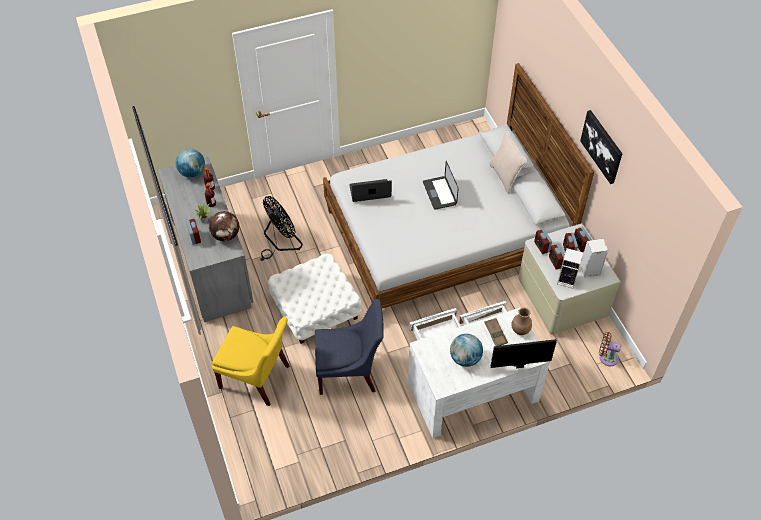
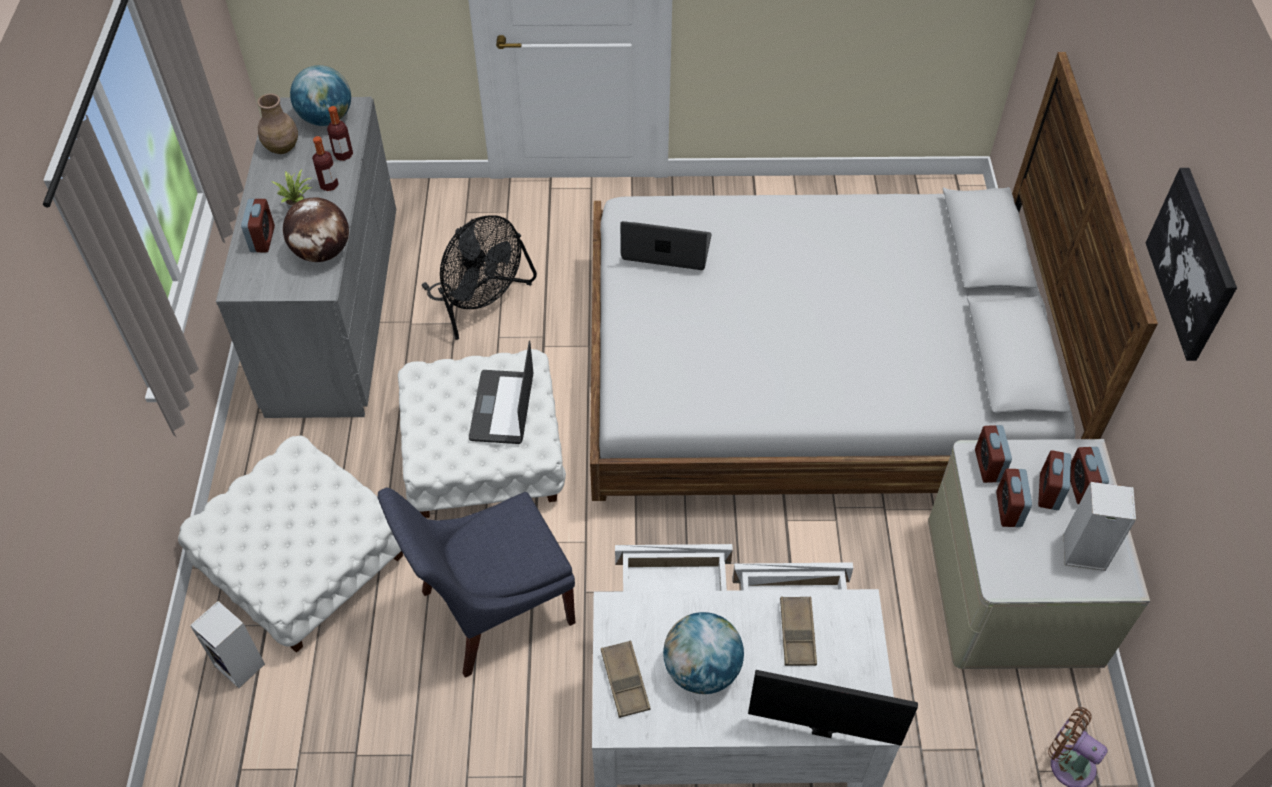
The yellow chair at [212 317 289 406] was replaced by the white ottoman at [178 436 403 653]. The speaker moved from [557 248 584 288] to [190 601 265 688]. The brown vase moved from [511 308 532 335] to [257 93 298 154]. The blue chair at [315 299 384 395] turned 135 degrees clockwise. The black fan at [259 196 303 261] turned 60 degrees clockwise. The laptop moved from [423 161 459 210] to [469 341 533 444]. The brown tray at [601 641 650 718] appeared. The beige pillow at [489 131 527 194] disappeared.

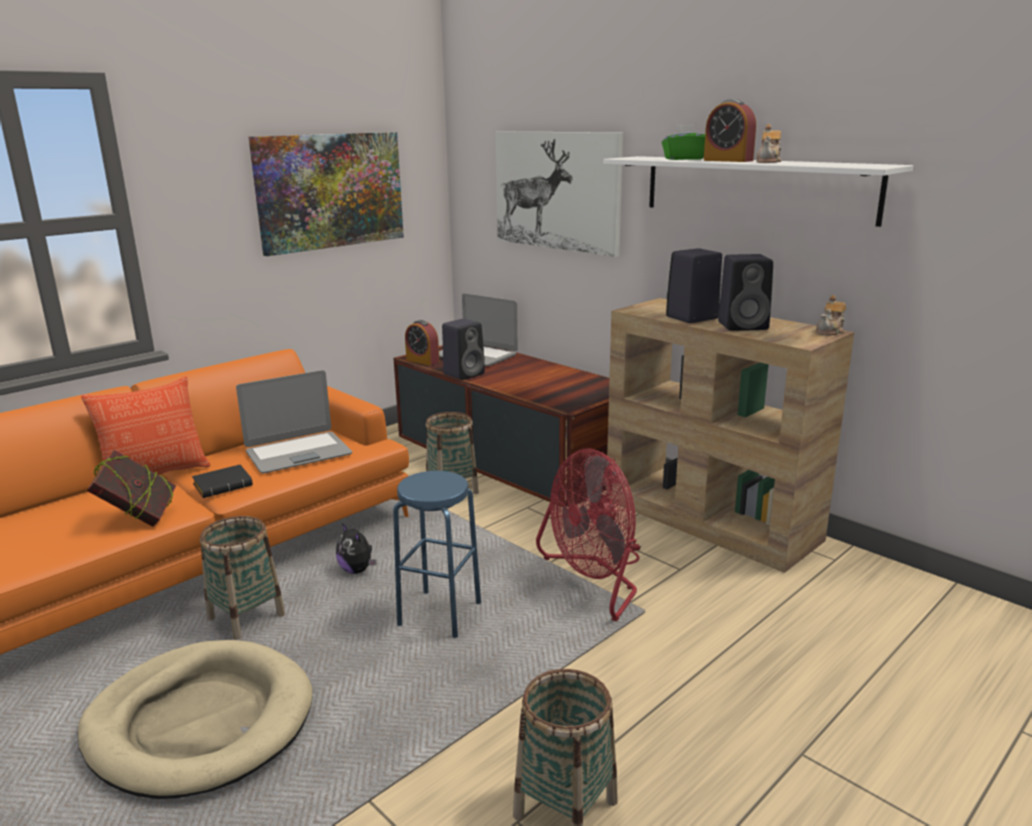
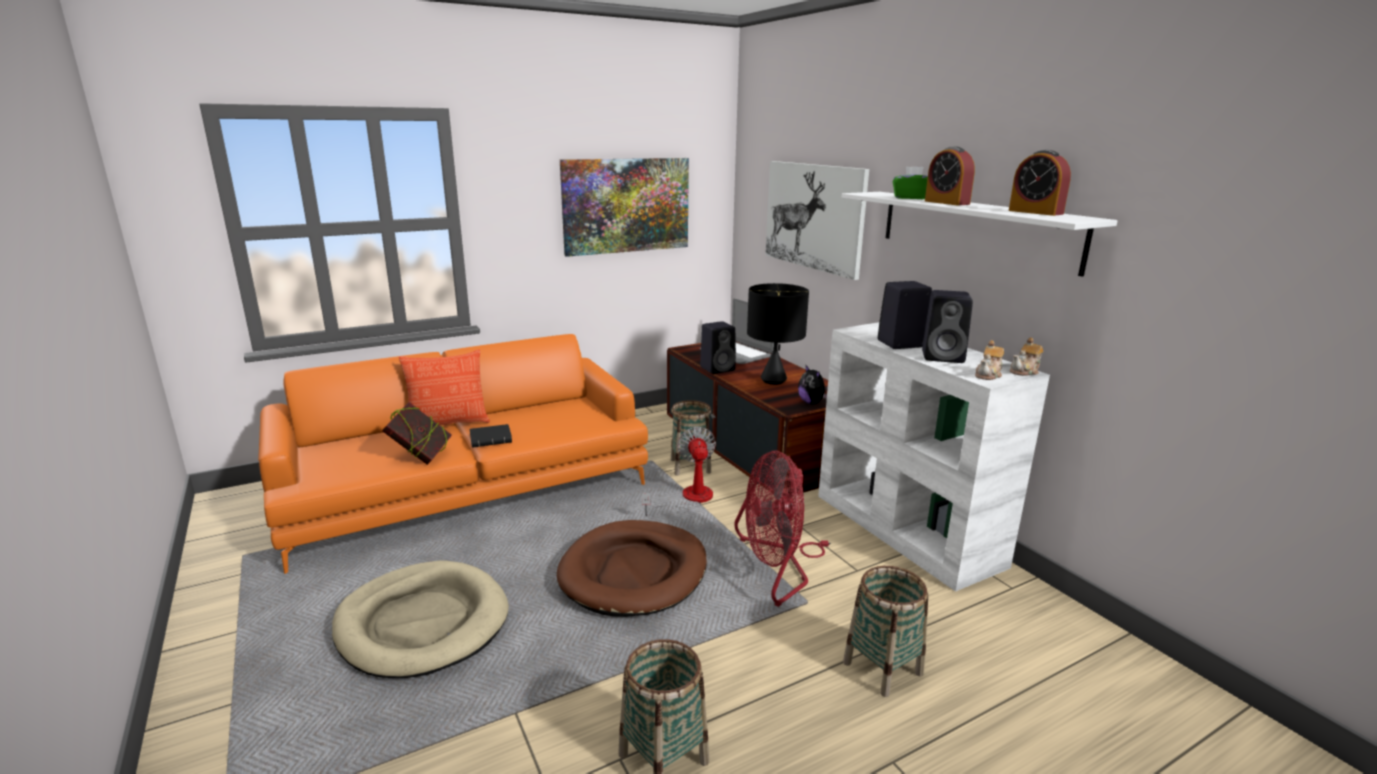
The blue stool at [393 471 481 638] was replaced by the brown dog bed at [557 520 707 617]. The fan at [642 427 716 516] appeared. The black table lamp at [747 283 809 385] appeared. The plush toy moved from [336 523 376 574] to [798 365 827 404]. The brown bookcase at [606 298 854 573] became the white bookcase at [818 322 1050 592]. The basket moved from [200 516 285 640] to [843 566 928 697]. The teapot moved from [757 124 781 163] to [975 340 1004 380]. The alarm clock moved from [405 320 439 366] to [1009 150 1071 216]. The laptop at [236 370 352 473] disappeared.

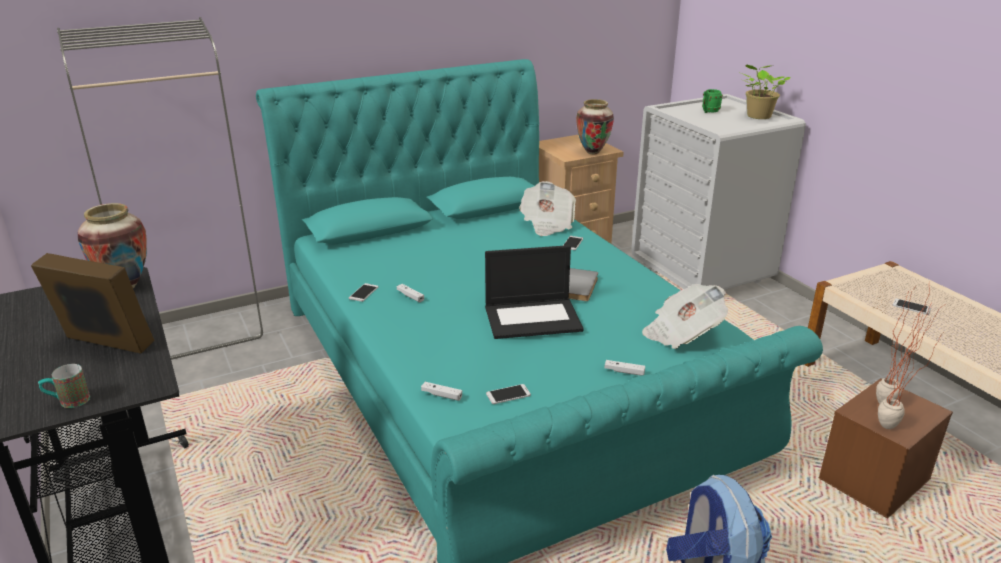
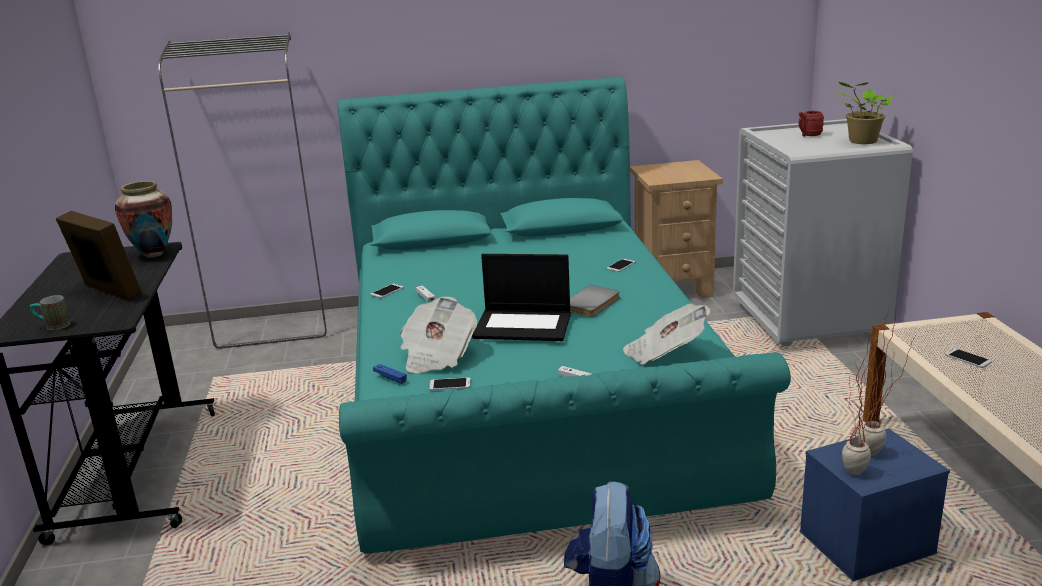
The white game controller at [421 382 462 401] became the blue game controller at [373 364 407 384]. The newspaper moved from [519 181 576 236] to [400 296 477 373]. The green mug at [702 89 723 113] became the red mug at [799 111 824 137]. The brown storage box at [818 378 953 519] became the blue storage box at [800 428 950 581]. The vase at [576 99 614 154] disappeared.

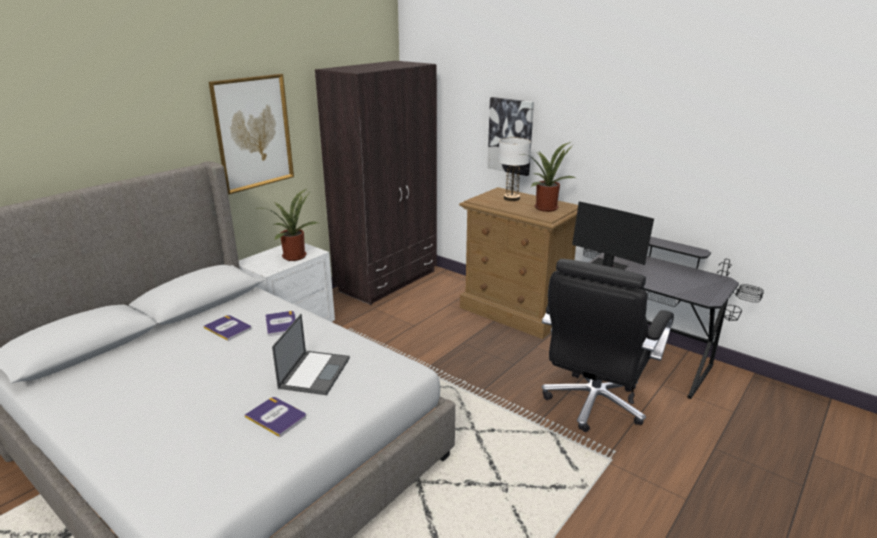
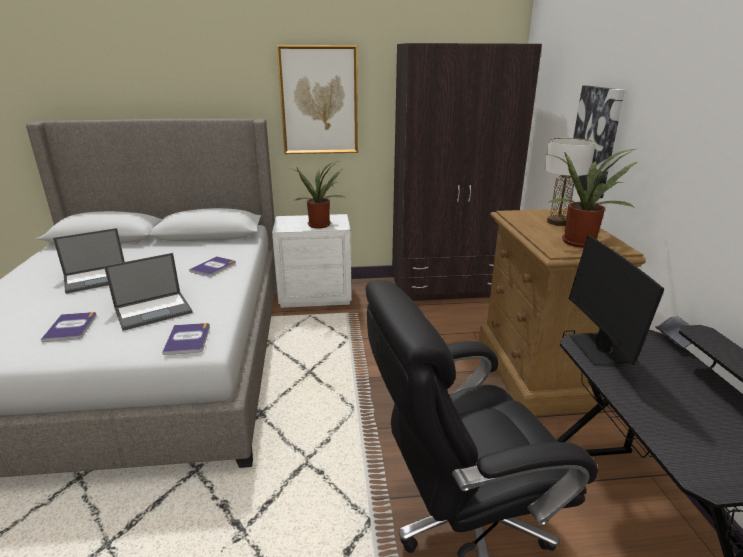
The laptop at [53 228 125 294] appeared. The book moved from [203 315 251 341] to [162 323 210 355].

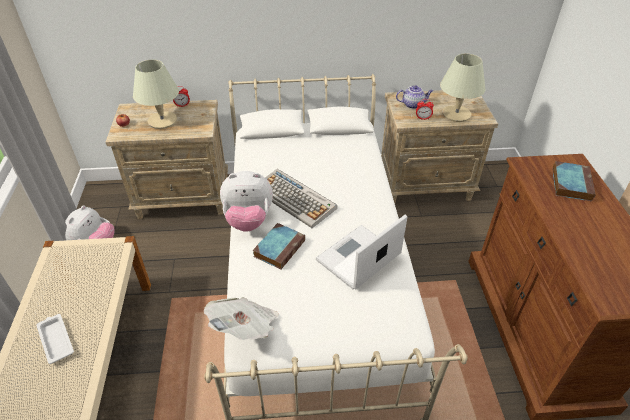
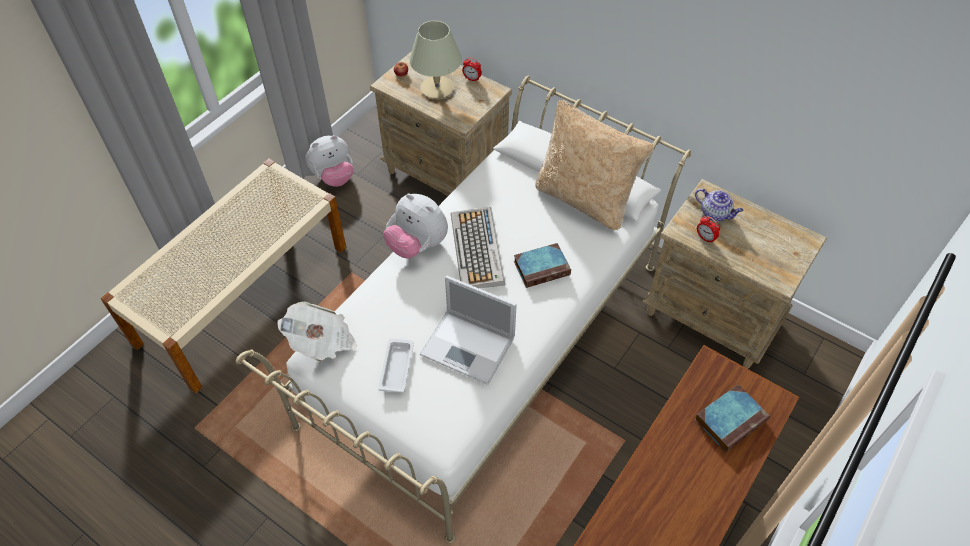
The white tray moved from [36 314 74 364] to [378 338 414 393]. The laptop at [316 215 407 289] turned 150 degrees counterclockwise. The book moved from [253 223 305 269] to [514 243 571 288]. The beige pillow at [535 99 654 231] appeared. The beige table lamp at [440 54 485 122] disappeared.

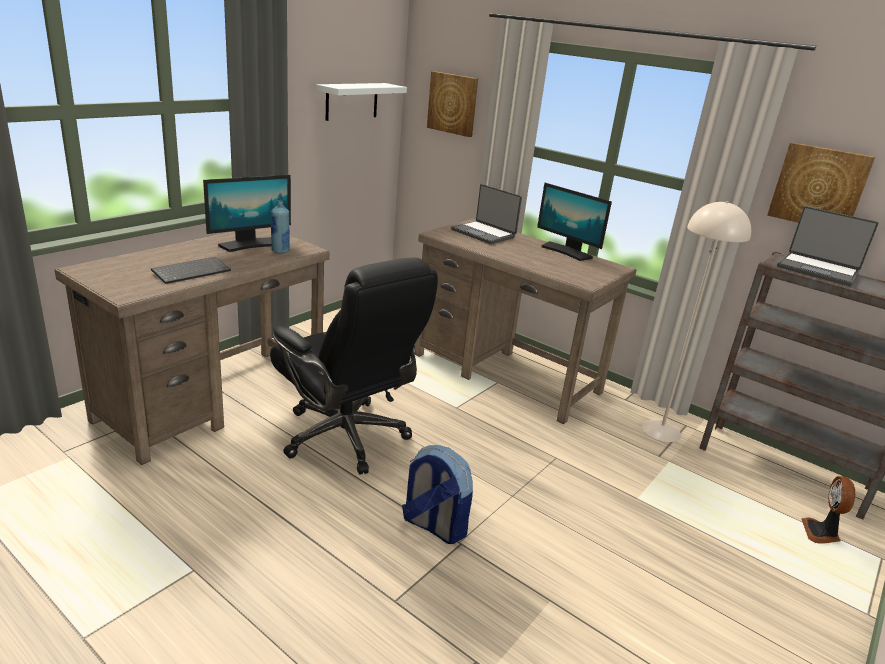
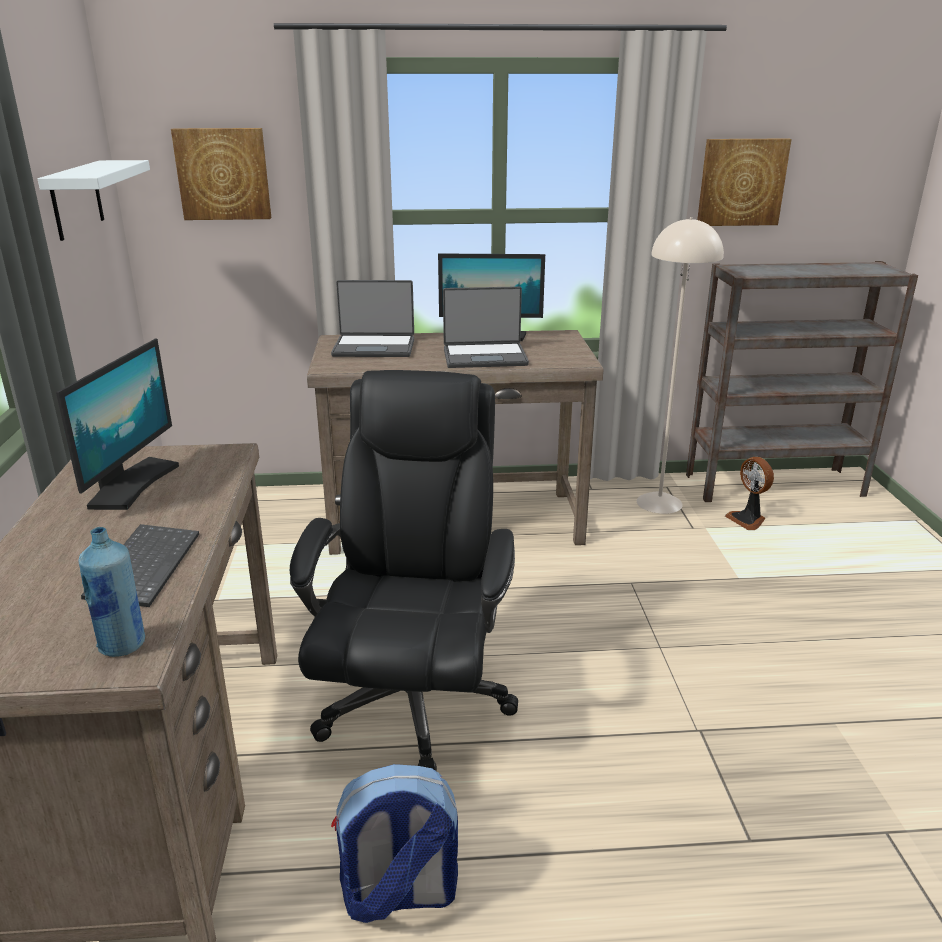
The blue bottle moved from [271 200 289 253] to [79 527 145 657]. The black office chair at [270 257 438 475] turned 90 degrees counterclockwise. The backpack moved from [402 445 473 544] to [331 764 458 923]. The laptop moved from [777 206 878 286] to [443 286 529 368]. The fan moved from [801 476 855 544] to [725 457 774 530].

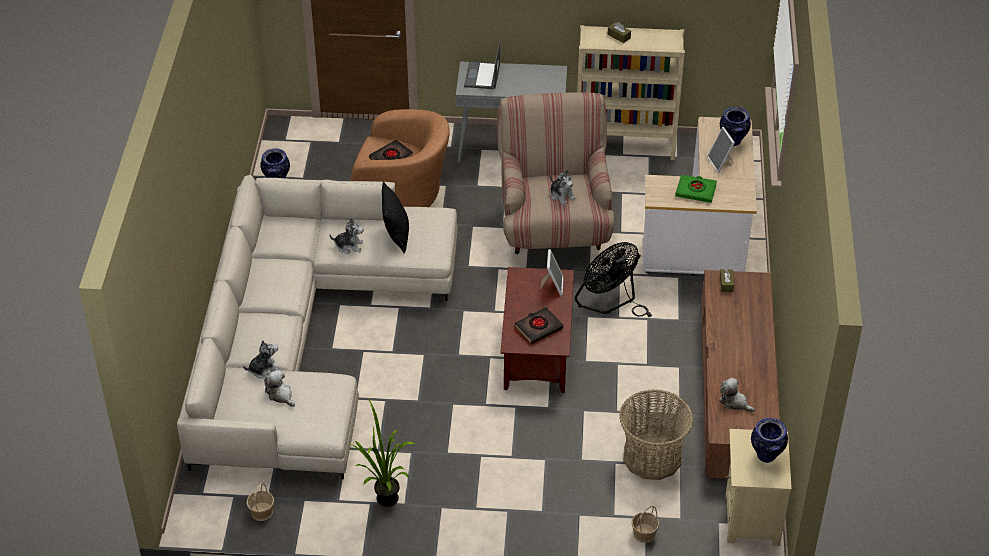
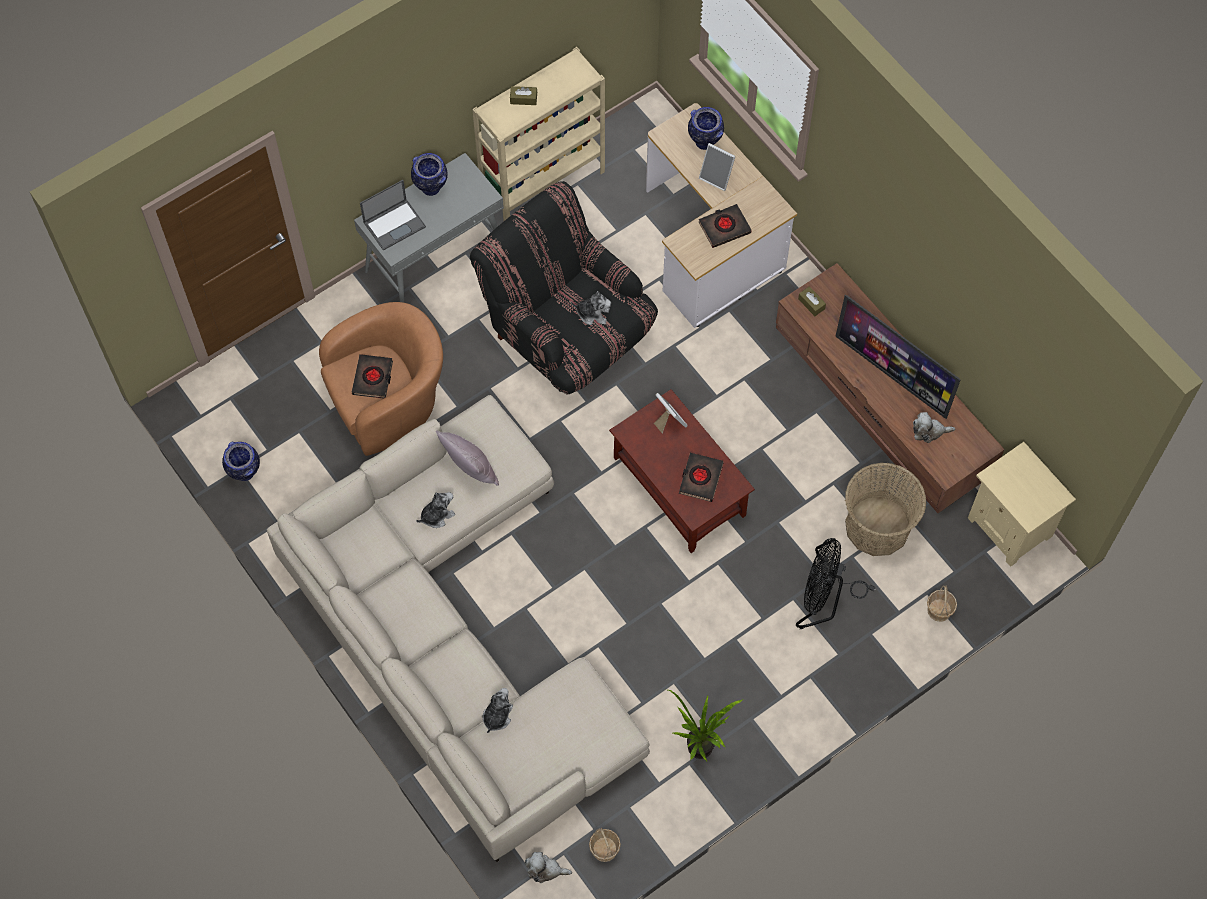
The laptop at [464 41 500 89] turned 90 degrees counterclockwise. The vase moved from [751 418 788 463] to [411 153 448 196]. The black pillow at [382 181 409 253] became the purple pillow at [436 431 499 486]. The beige armchair at [497 93 615 254] became the black armchair at [470 181 658 395]. The plush toy moved from [264 370 295 407] to [525 852 572 883]. The green book at [675 175 717 203] became the black book at [699 204 752 248]. The black fan moved from [575 242 652 317] to [796 538 876 629]. The television at [835 295 960 419] appeared.

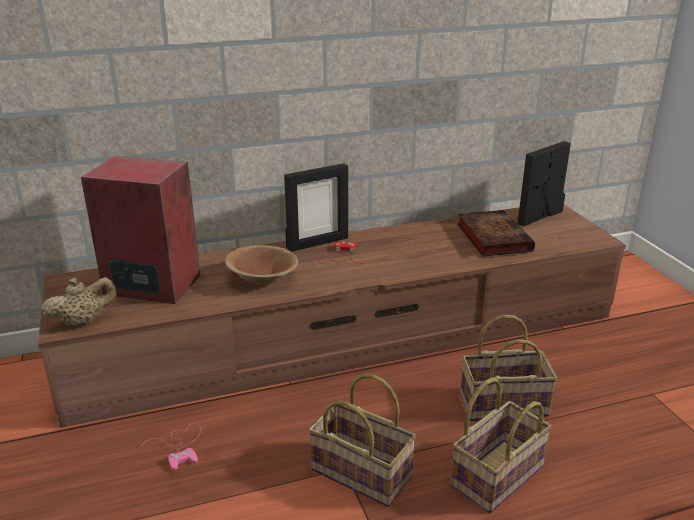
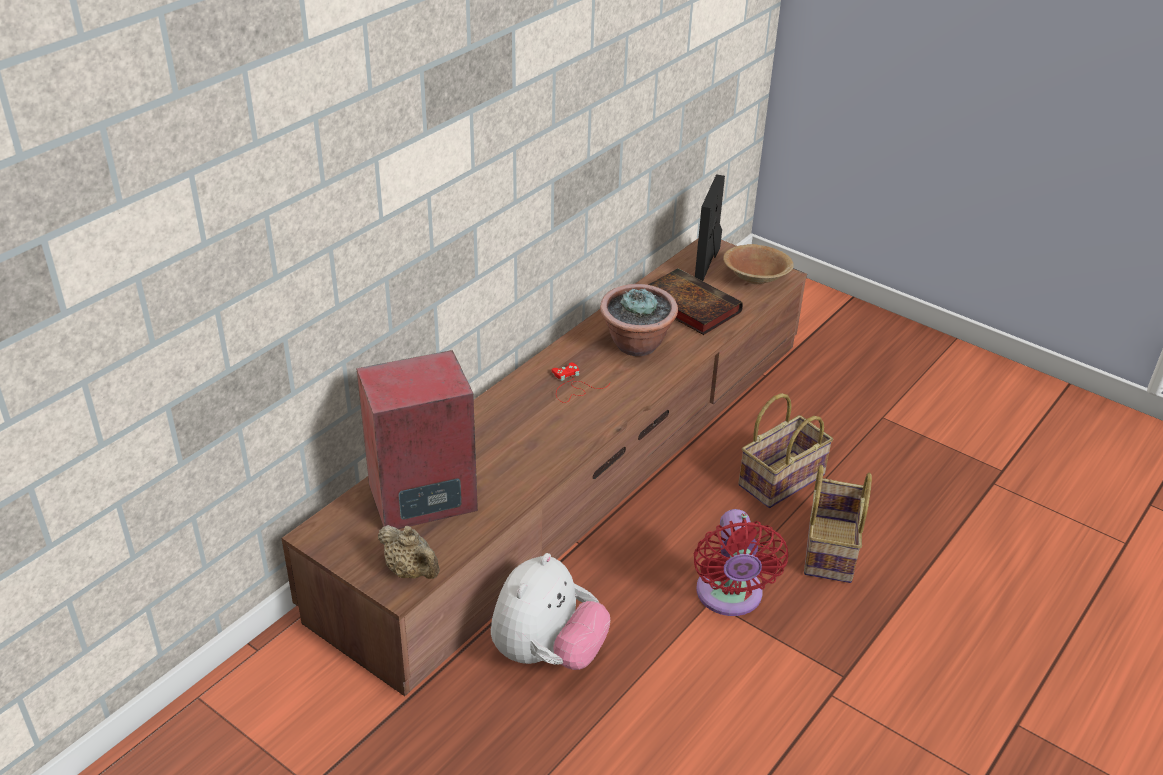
The beige teapot at [41 277 117 328] turned 105 degrees clockwise. The pink game controller at [144 423 201 471] was replaced by the plush toy at [491 553 610 670]. The potted plant at [600 284 678 356] appeared. The basket at [308 374 416 507] was replaced by the red fan at [694 509 788 616]. The brown bowl moved from [225 245 298 284] to [723 244 794 284]. The picture frame at [284 163 348 252] disappeared.

